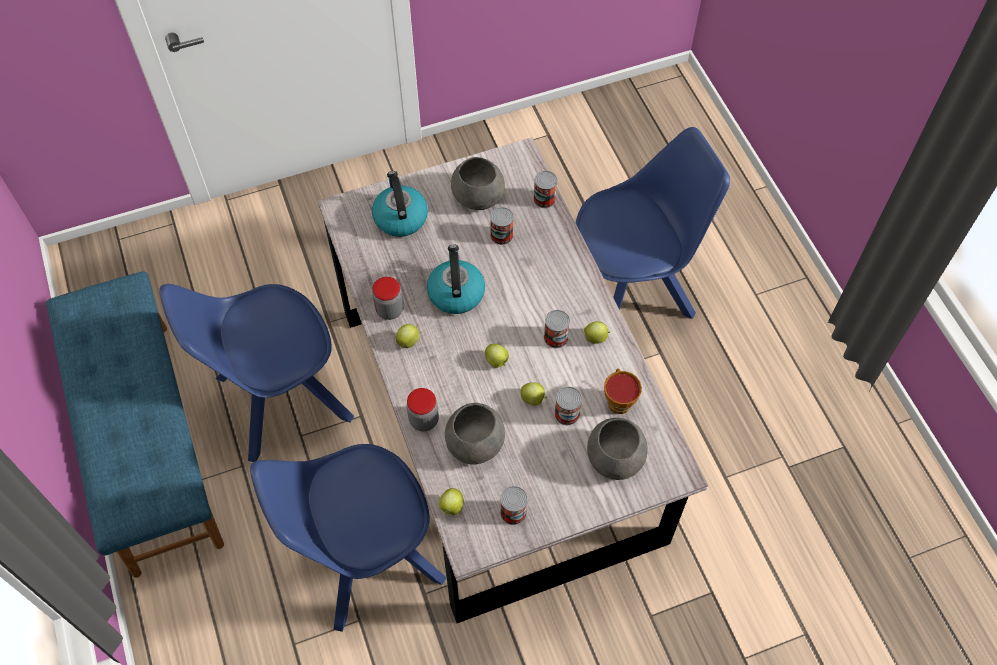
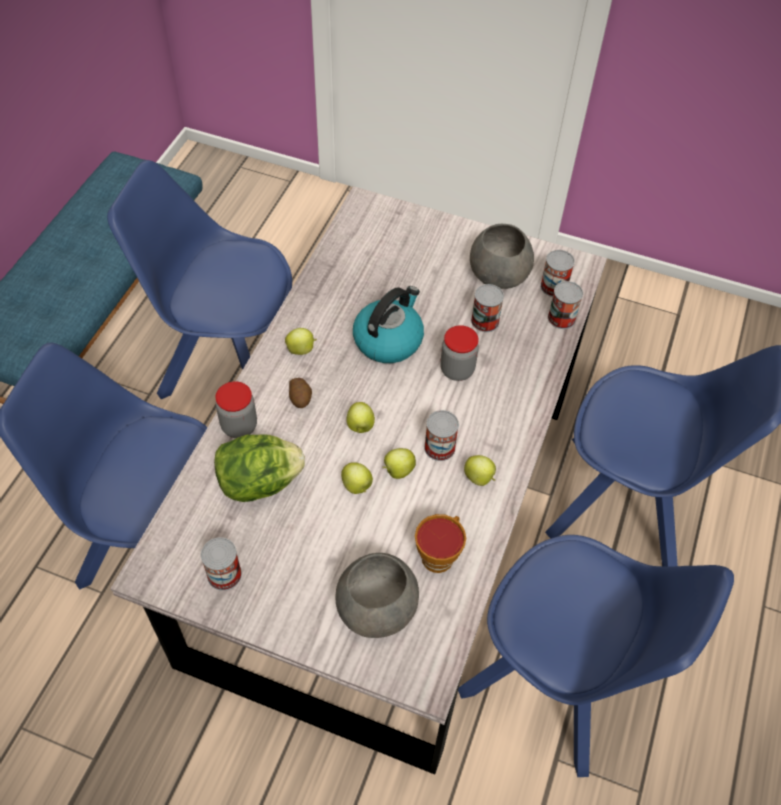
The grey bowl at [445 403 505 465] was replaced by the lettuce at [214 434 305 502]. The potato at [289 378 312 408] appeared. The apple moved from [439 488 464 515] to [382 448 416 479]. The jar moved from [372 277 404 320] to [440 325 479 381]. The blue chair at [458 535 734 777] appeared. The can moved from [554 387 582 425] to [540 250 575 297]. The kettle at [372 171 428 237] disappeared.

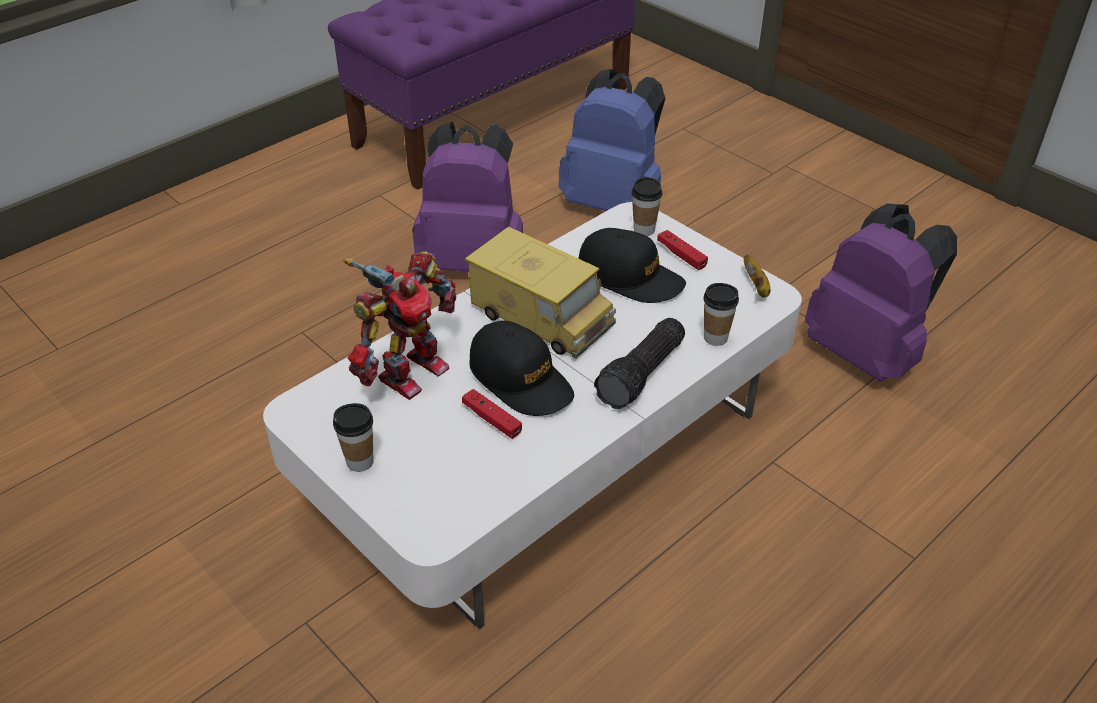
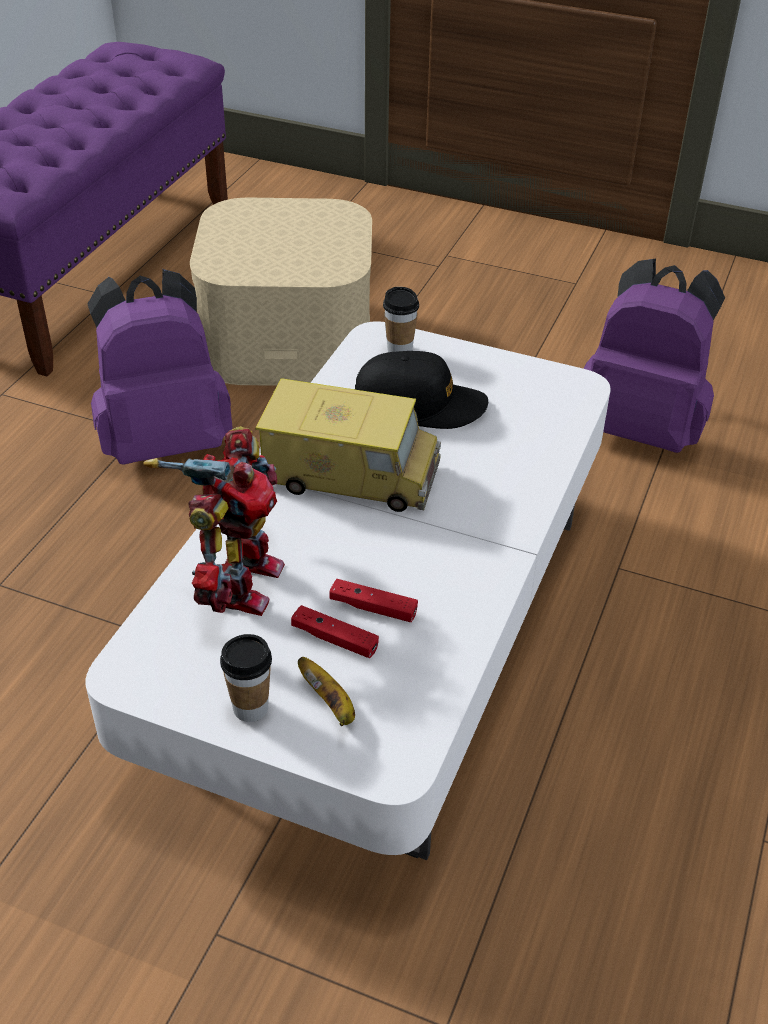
The blue backpack at [559 69 666 211] was replaced by the beige storage box at [190 198 372 386]. The red game controller moved from [657 230 708 270] to [291 605 379 658]. The banana moved from [744 255 770 298] to [298 657 355 726]. The black cap at [469 321 574 416] disappeared. The flashlight at [594 318 685 409] disappeared. The cup at [704 283 739 346] disappeared.

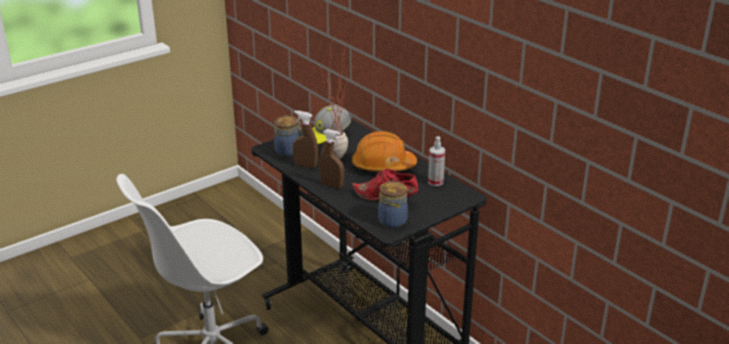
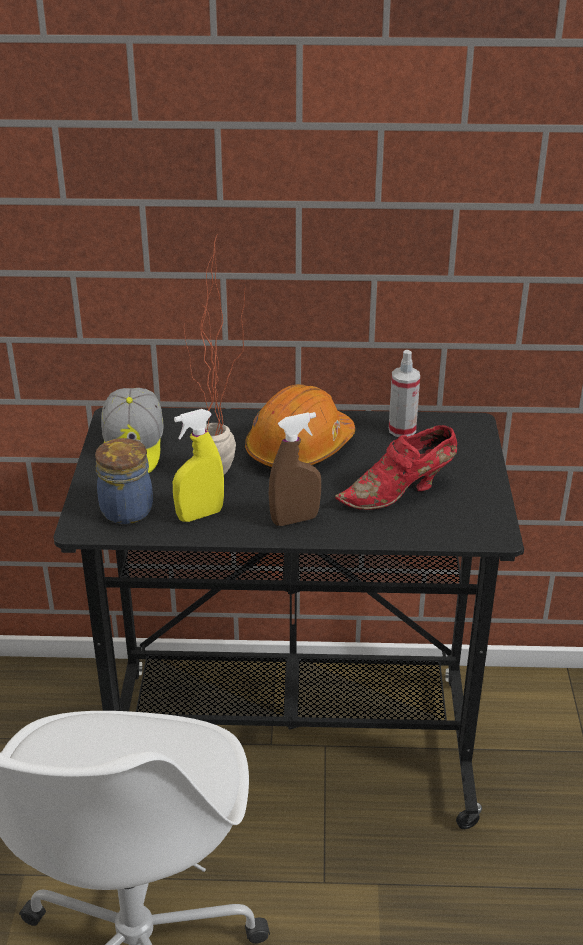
The brown spray bottle at [293 111 318 168] became the yellow spray bottle at [173 409 224 522]. The jar at [378 181 408 228] disappeared.

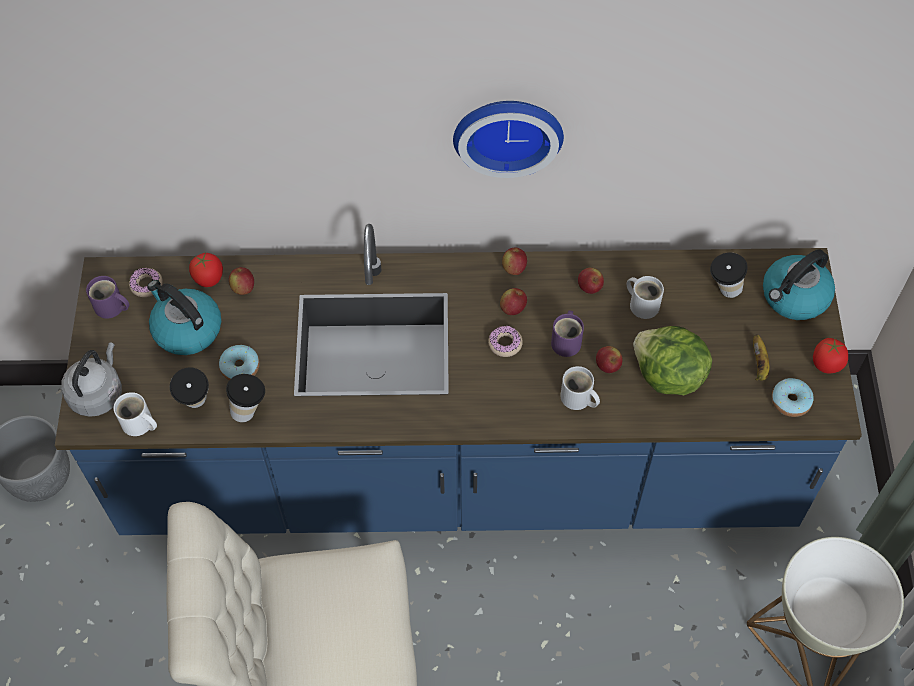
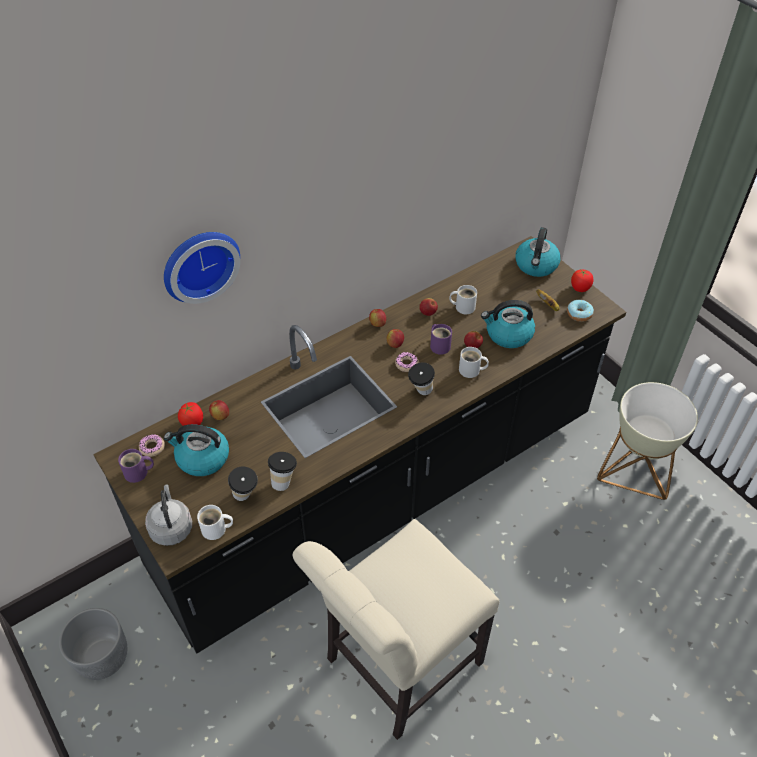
The blue counter at [55 224 862 535] became the black counter at [93 236 626 653]. The wall clock moved from [453 101 564 178] to [164 232 240 304]. The cup moved from [710 253 748 298] to [408 362 435 395]. The lettuce at [633 326 712 395] was replaced by the kettle at [481 300 535 348]. The donut at [219 345 260 380] disappeared.

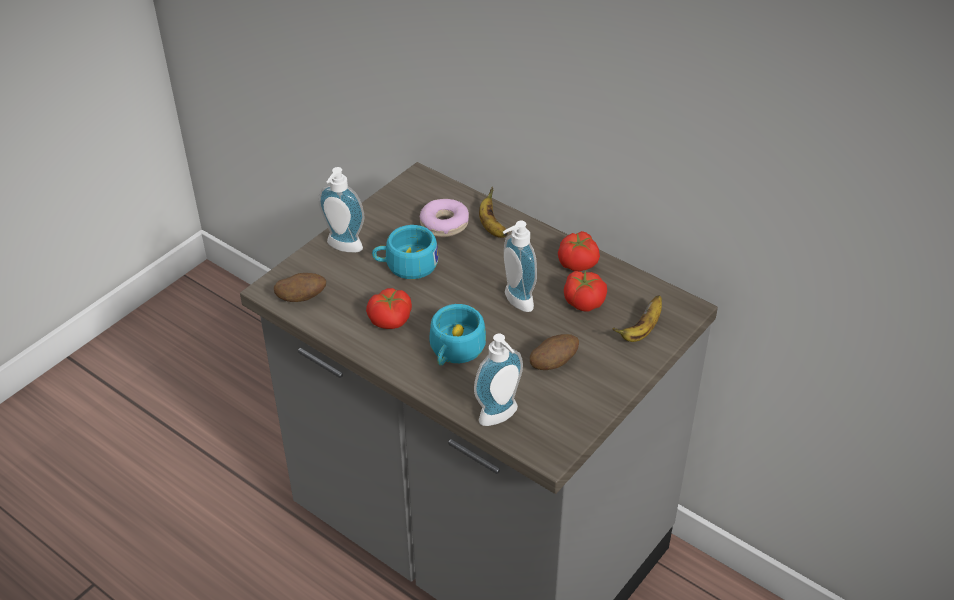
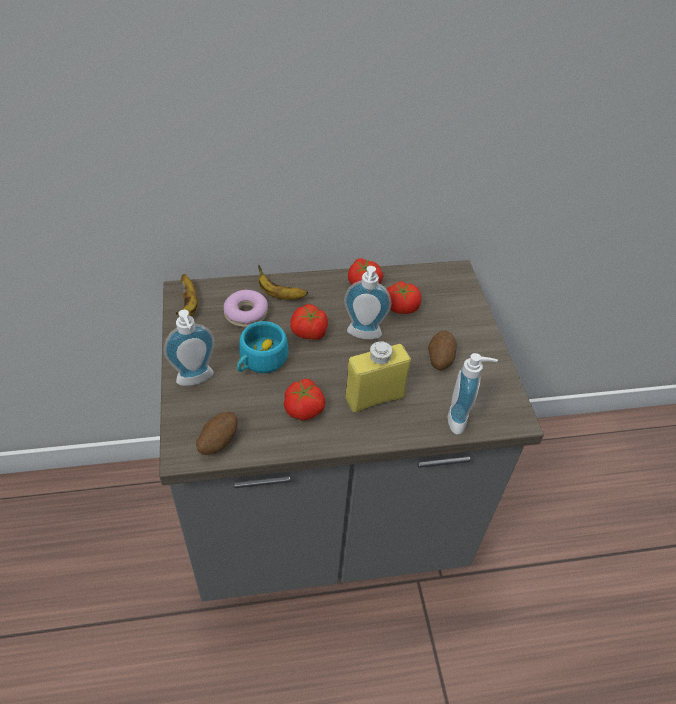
The banana moved from [612 295 662 342] to [176 274 198 316]. The tomato at [290 304 328 340] appeared. The turquoise cup at [430 304 486 365] was replaced by the yellow bottle at [345 341 411 413].

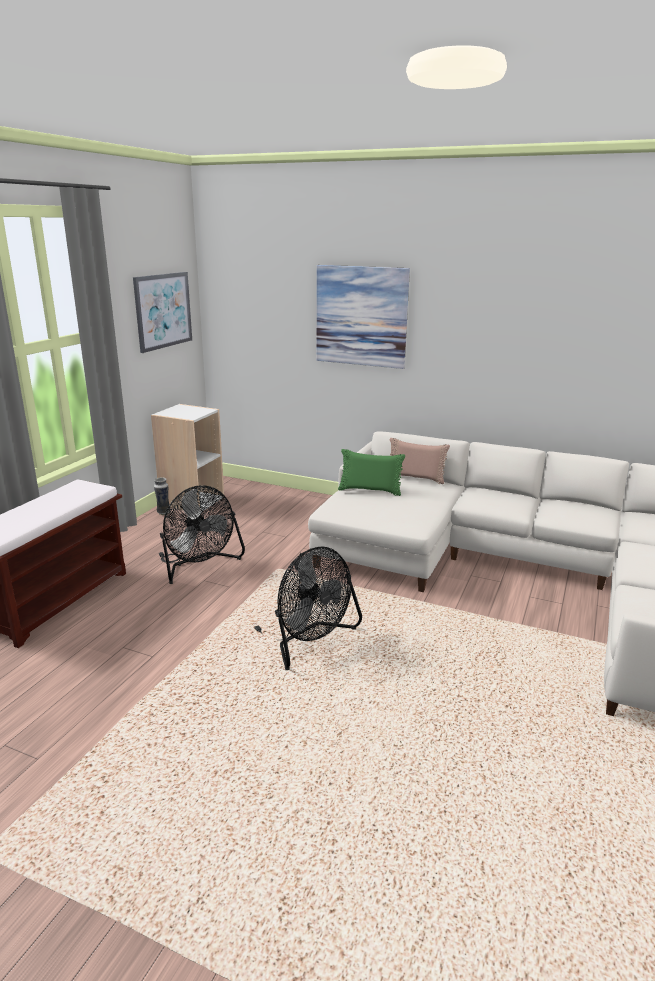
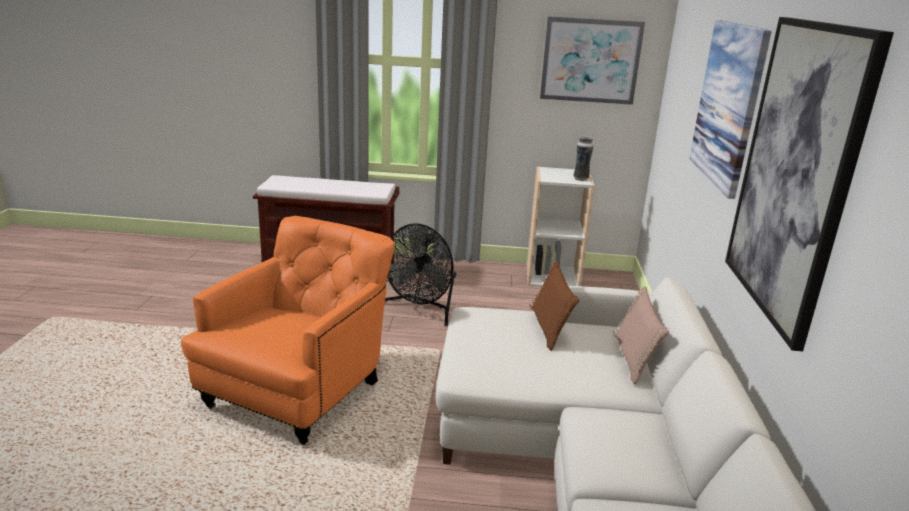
The black fan at [254 547 362 670] was replaced by the orange armchair at [181 216 395 445]. The green pillow at [338 449 405 496] became the brown pillow at [530 261 579 351]. The vase moved from [154 477 171 515] to [573 136 593 181]. The picture at [725 17 894 351] appeared.

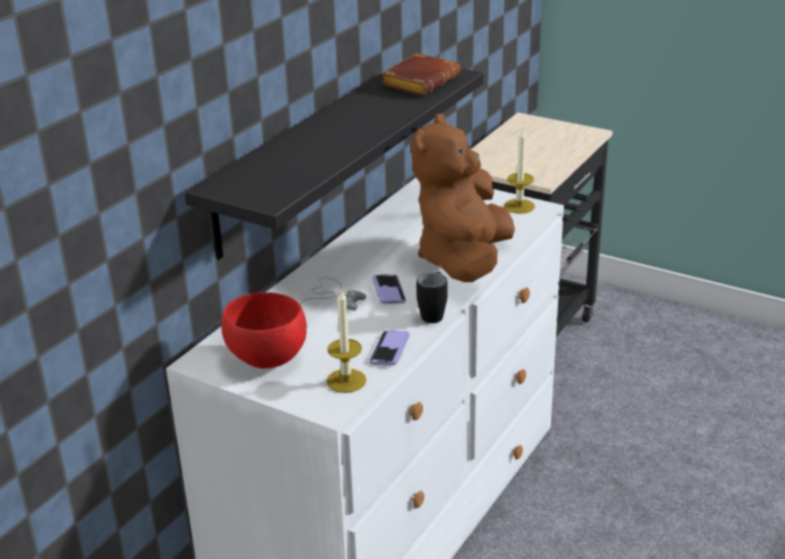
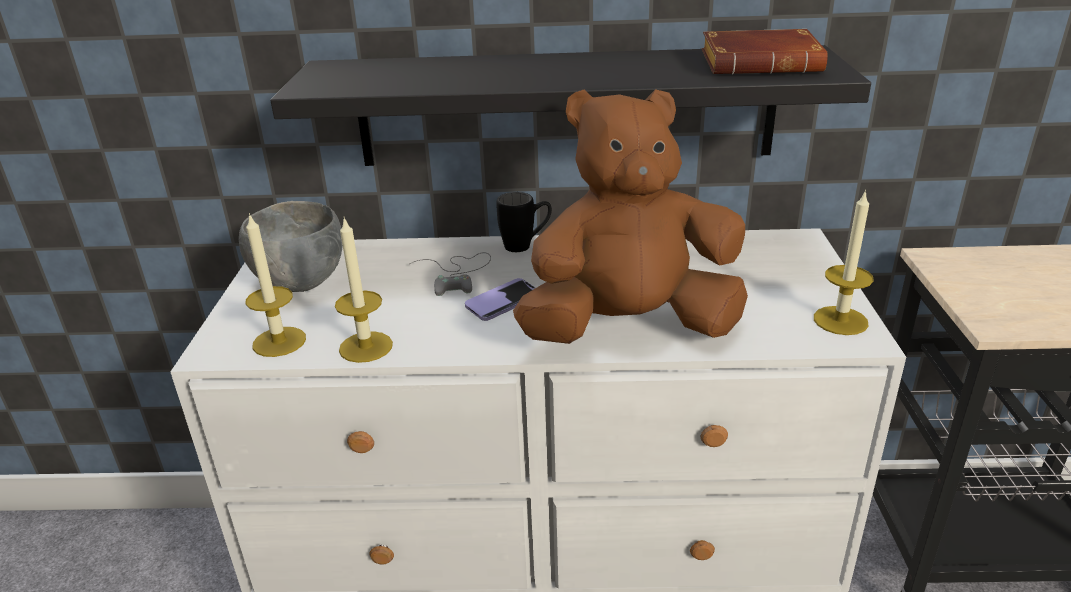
The red bowl at [221 292 307 368] became the grey bowl at [239 201 343 292]. The phone at [370 330 410 365] was replaced by the candle at [335 218 393 363]. The black mug moved from [416 272 448 323] to [496 192 552 252].

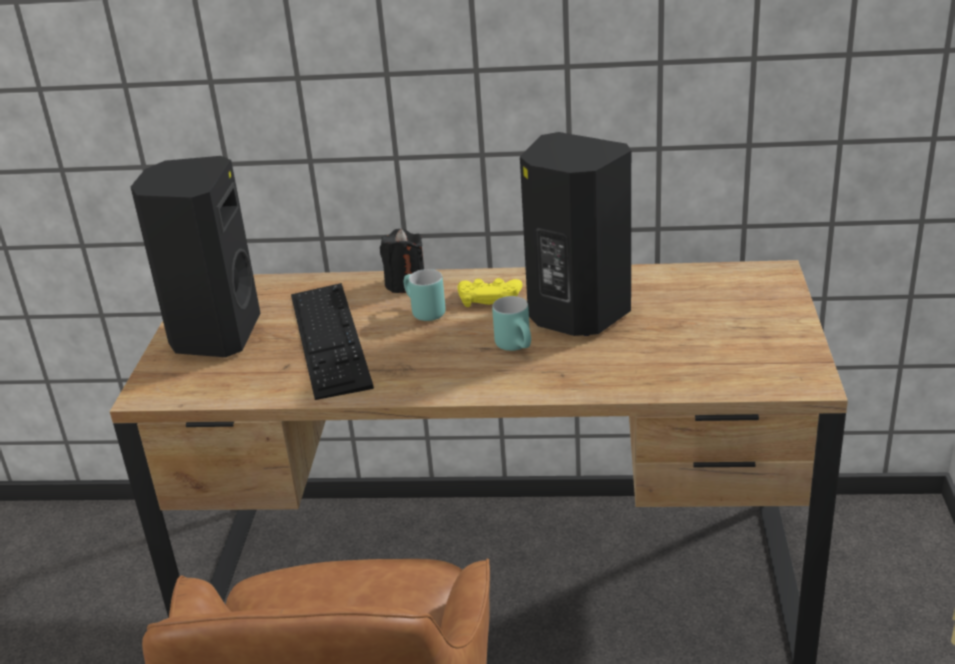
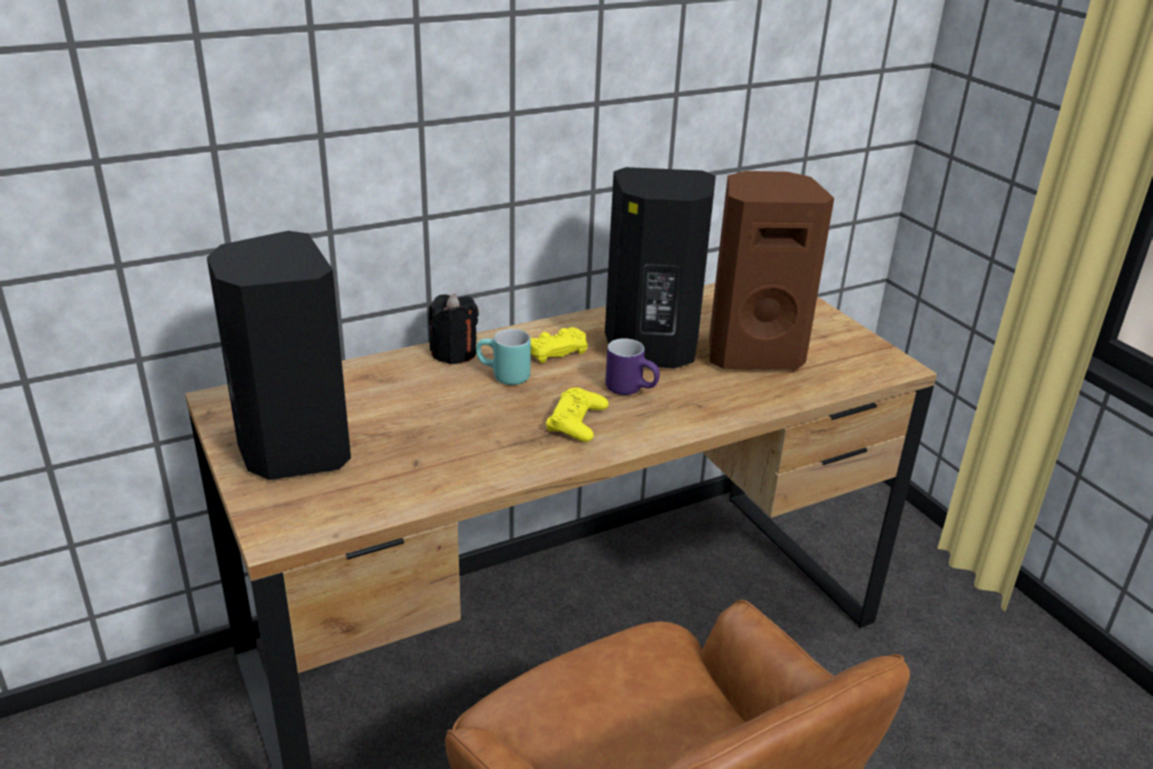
The yellow game controller at [546 387 609 442] appeared. The turquoise mug at [492 296 531 351] became the purple mug at [605 338 660 395]. The brown speaker at [709 171 834 369] appeared. The keyboard at [291 283 374 400] disappeared.

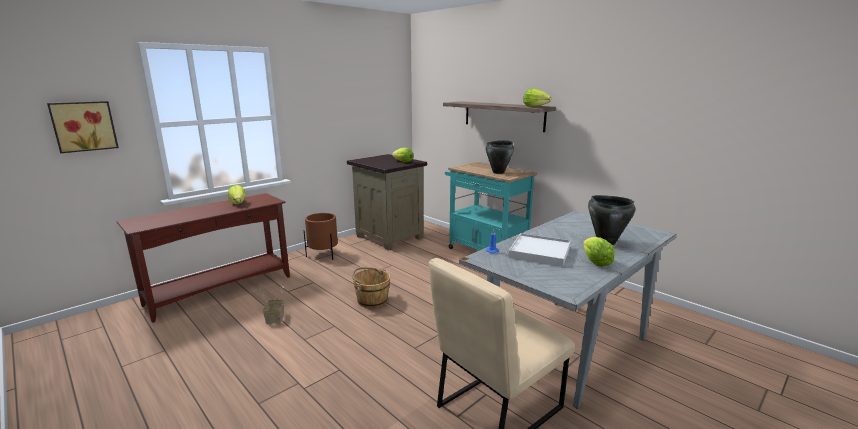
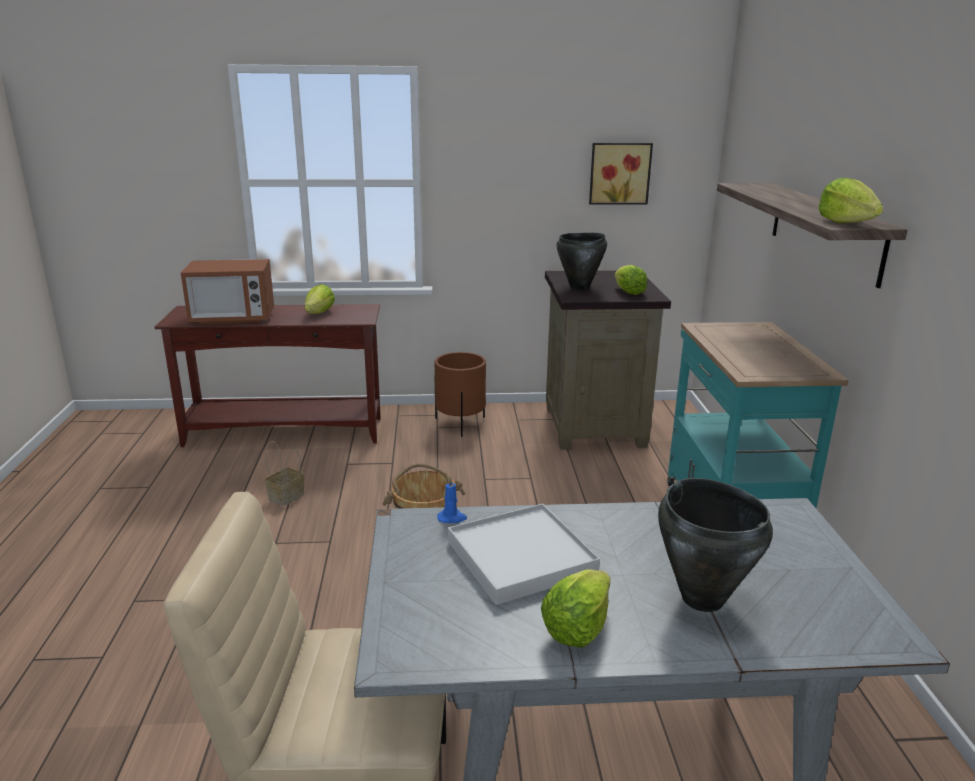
The microwave at [181 259 274 324] appeared. The black cooking pot moved from [486 140 514 174] to [556 233 607 290]. The picture moved from [47 101 119 153] to [589 143 653 205].

